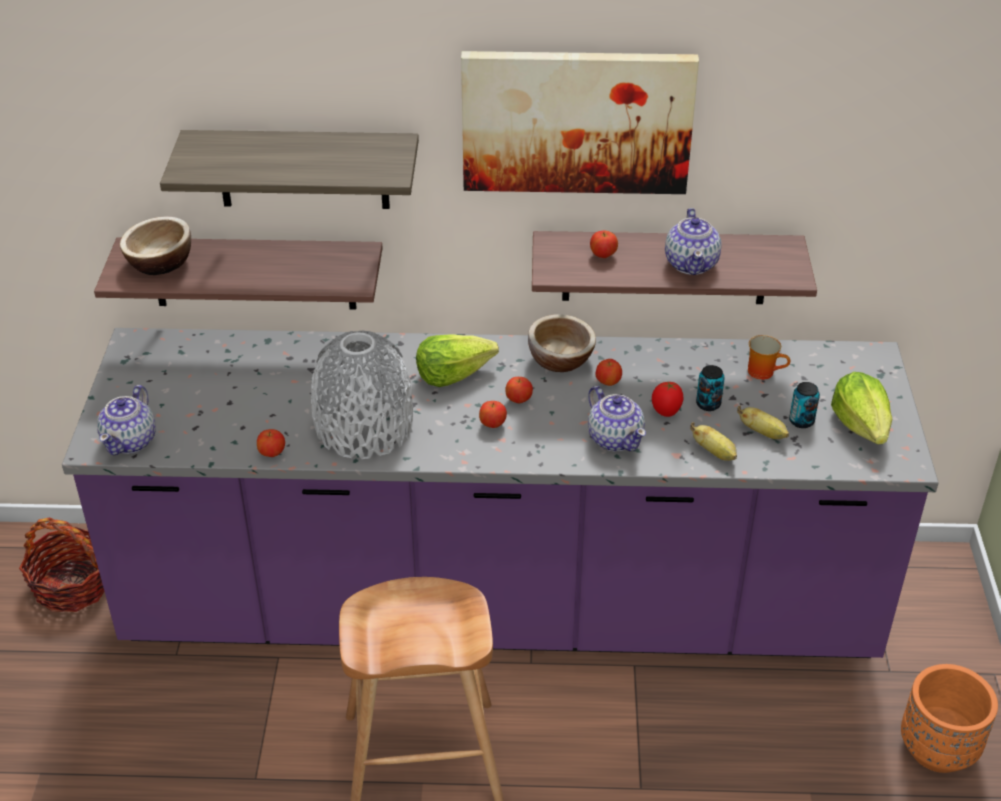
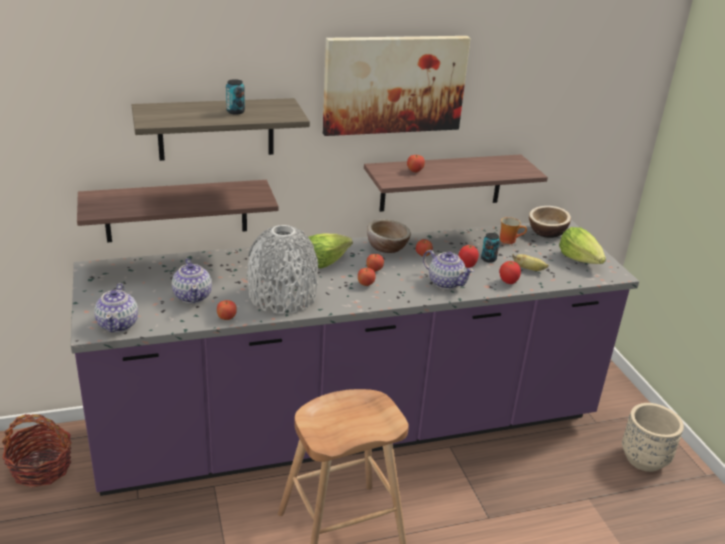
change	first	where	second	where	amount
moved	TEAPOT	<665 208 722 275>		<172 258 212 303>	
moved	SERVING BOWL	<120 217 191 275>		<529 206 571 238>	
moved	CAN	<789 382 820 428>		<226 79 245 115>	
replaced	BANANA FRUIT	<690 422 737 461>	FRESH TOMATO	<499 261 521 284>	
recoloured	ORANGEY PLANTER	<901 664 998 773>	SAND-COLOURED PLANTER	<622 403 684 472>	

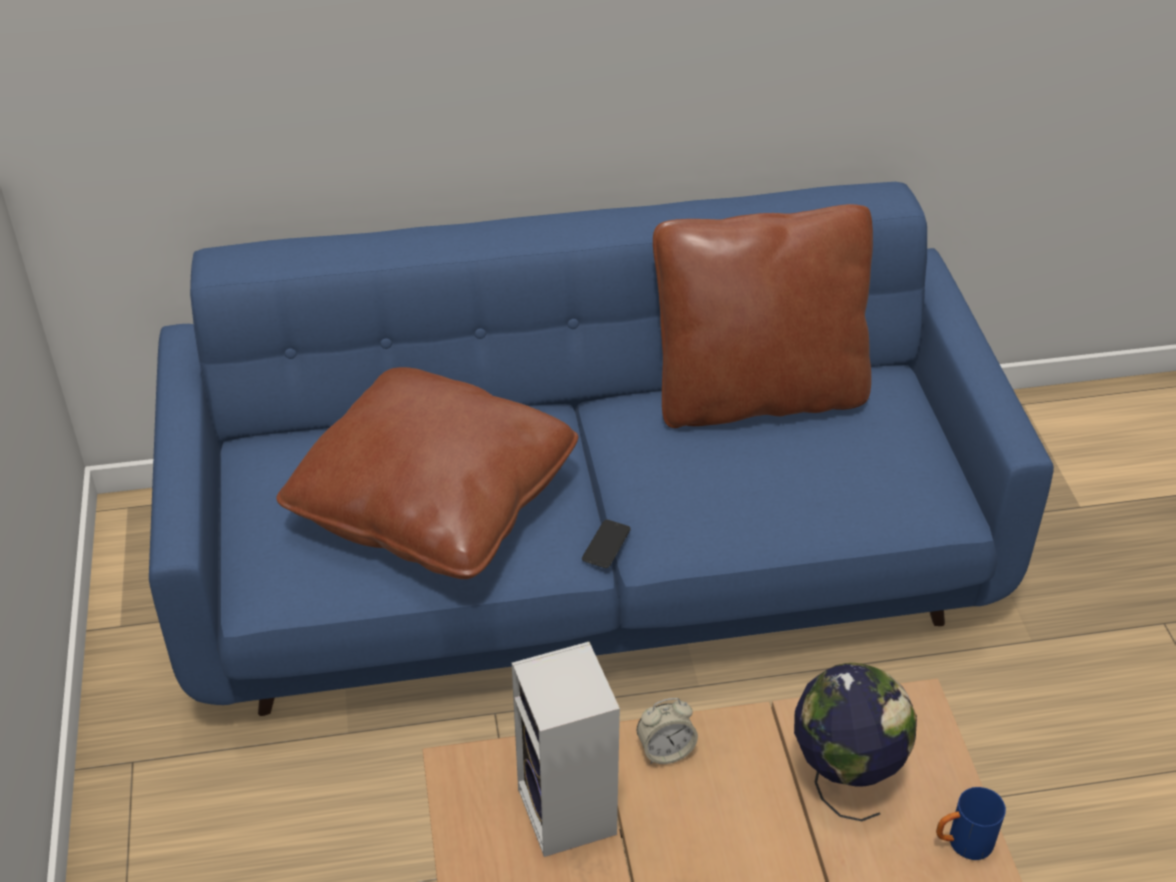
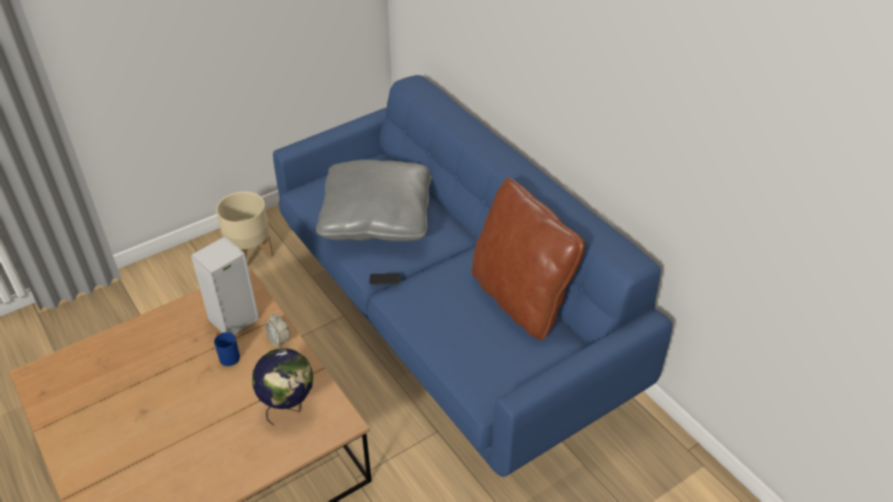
change	first	where	second	where	amount
recoloured	BROWN THROW PILLOW	<276 367 578 579>	GRAY THROW PILLOW	<316 160 432 241>	
moved	BLUISH MUG	<936 787 1006 860>		<214 332 240 366>	
added			SAND-COLOURED PLANTER	<216 192 273 261>	

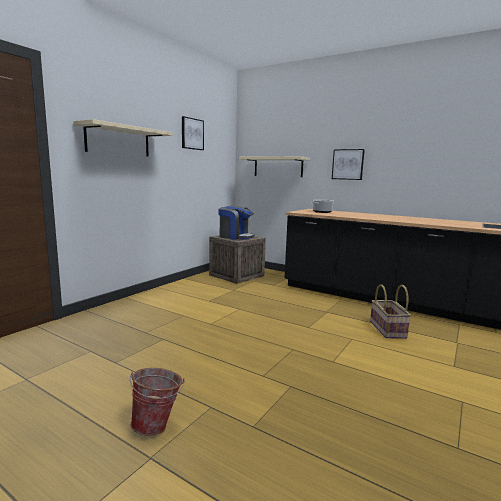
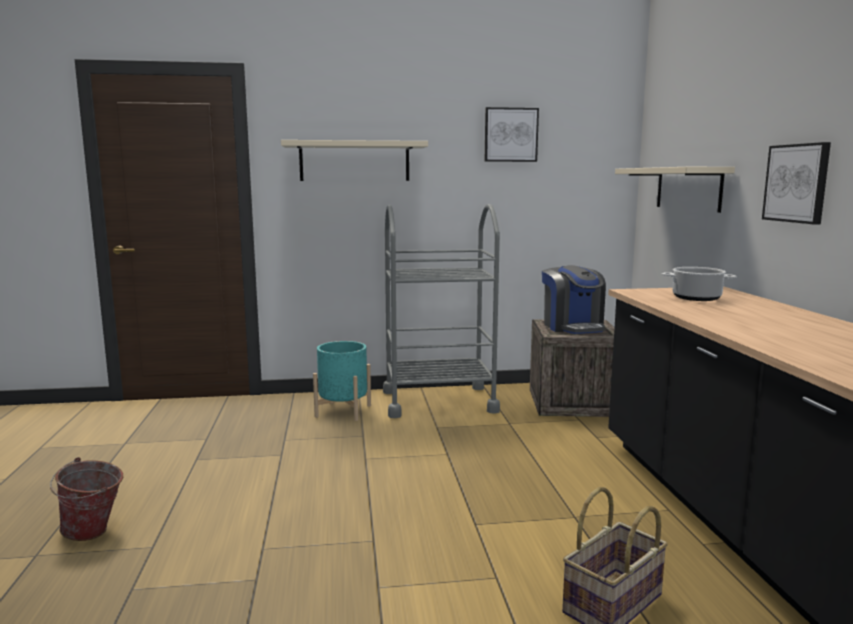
change	first	where	second	where	amount
added			GRAY CART	<383 204 500 418>	
added			BLUE-GREEN PLANTER	<313 341 371 421>	

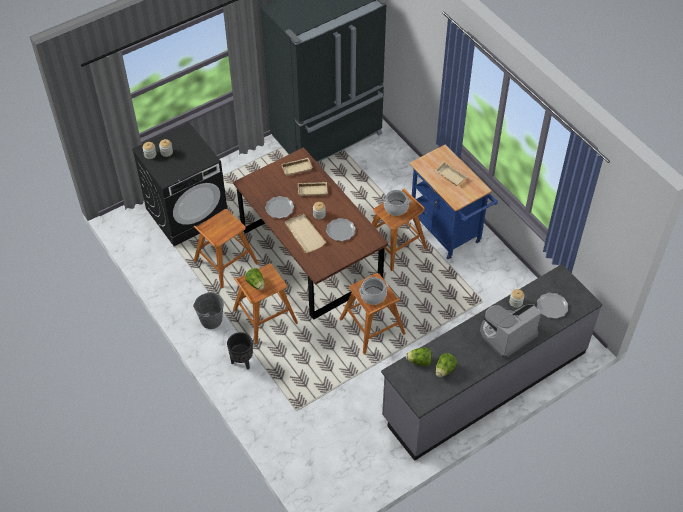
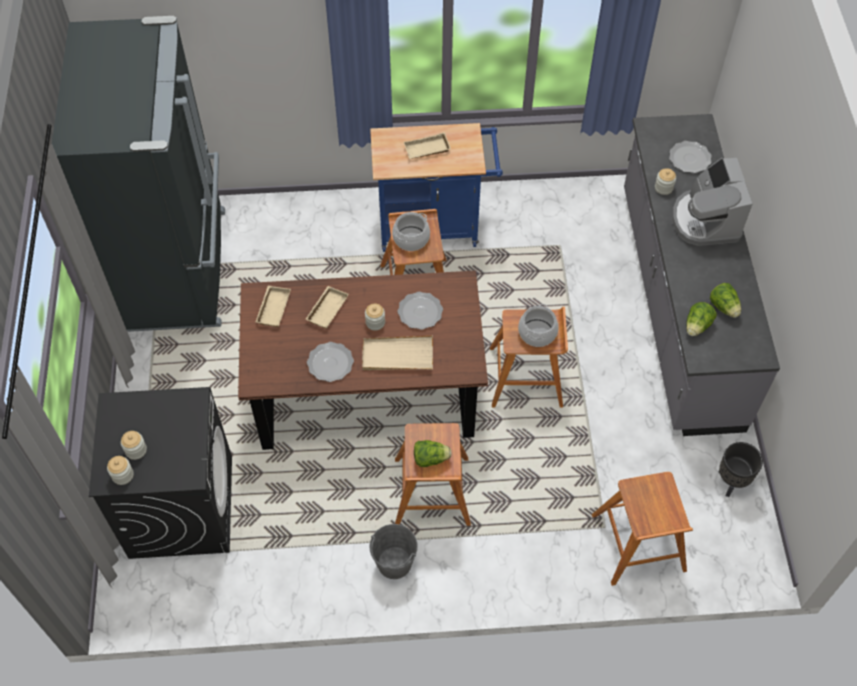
change	first	where	second	where	amount
moved	BROWN STOOL SEAT	<194 209 259 288>		<592 472 693 586>	
moved	BLACKISH PLANTER	<227 332 253 370>		<719 442 763 497>	

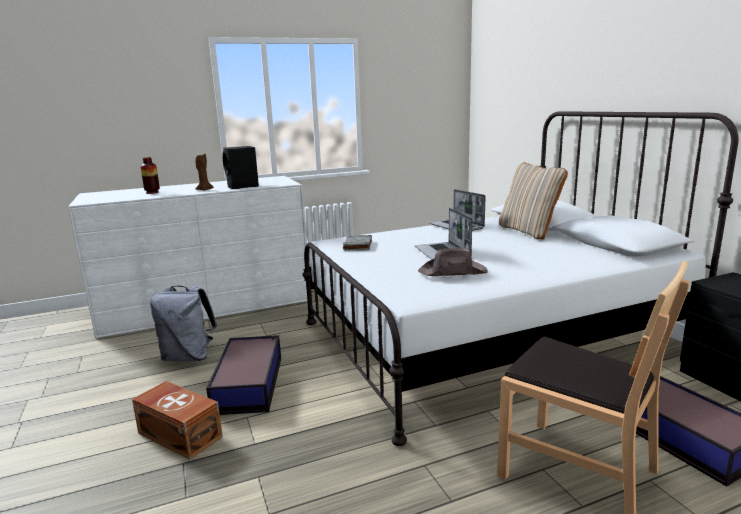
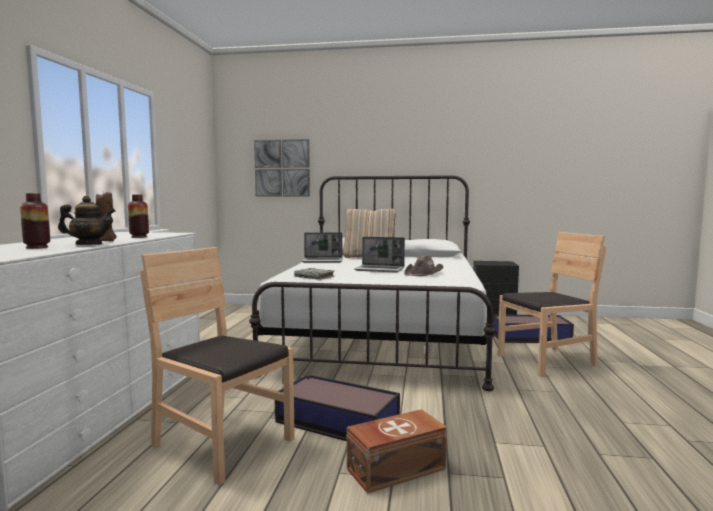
change	first	where	second	where	amount
replaced	BLACKISH SPEAKER	<222 146 259 189>	FLOWER VASE	<128 194 149 238>	
replaced	GRAY KNAPSACK	<150 286 217 362>	BROWN UPRIGHT CHAIR	<140 247 295 486>	
added			WALL ART	<254 139 310 197>	
added			TEAPOT	<58 196 116 245>	

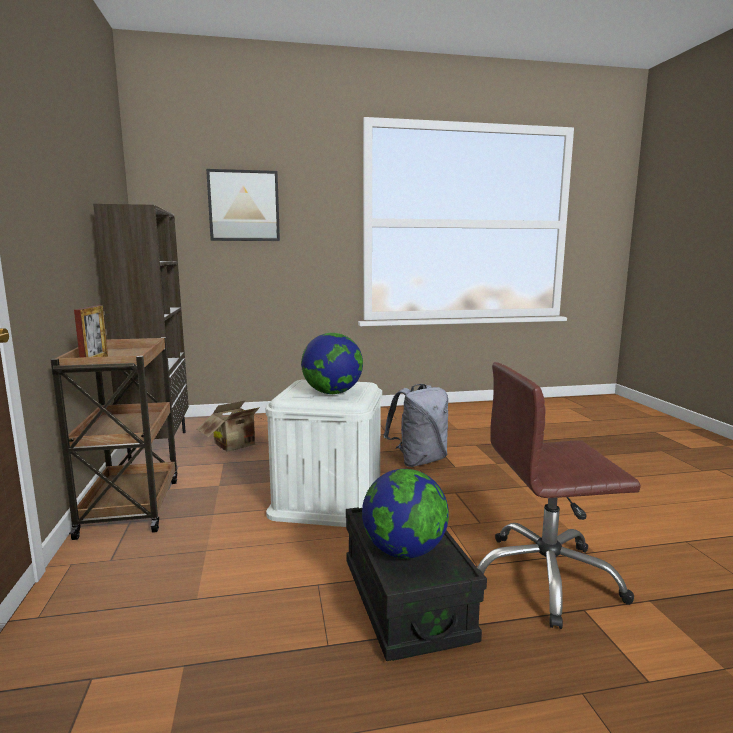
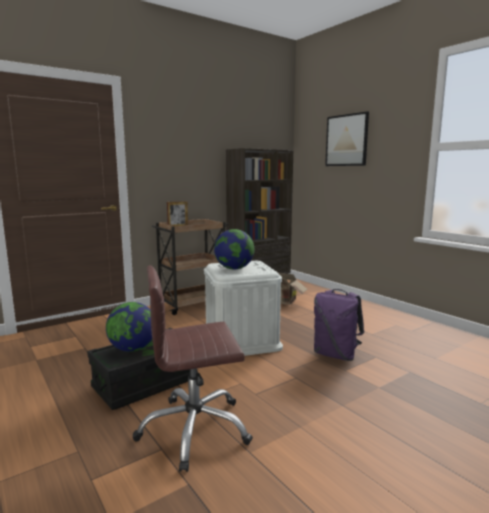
change	first	where	second	where	amount
turned	BROWN COMPUTER CHAIR	<477 362 641 629>		<133 265 253 472>	75 degrees counterclockwise
recoloured	GRAY KNAPSACK	<383 384 448 467>	PURPLE-COLOURED KNAPSACK	<314 289 364 361>	

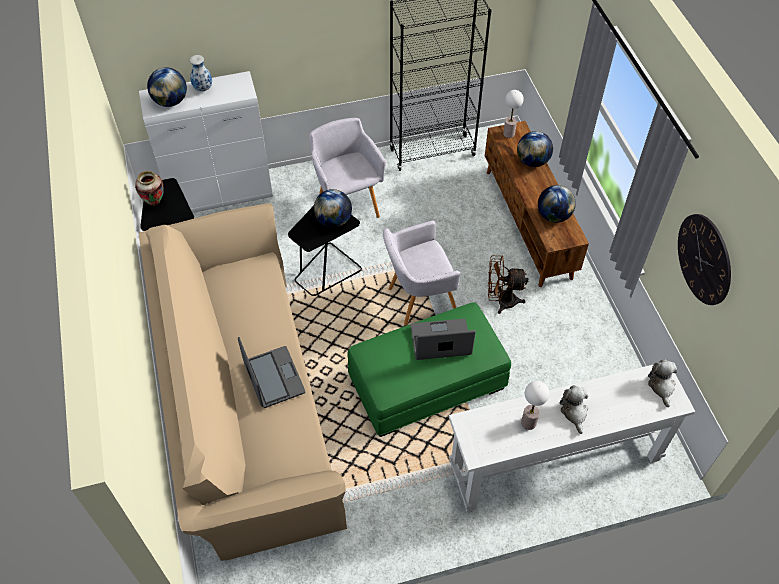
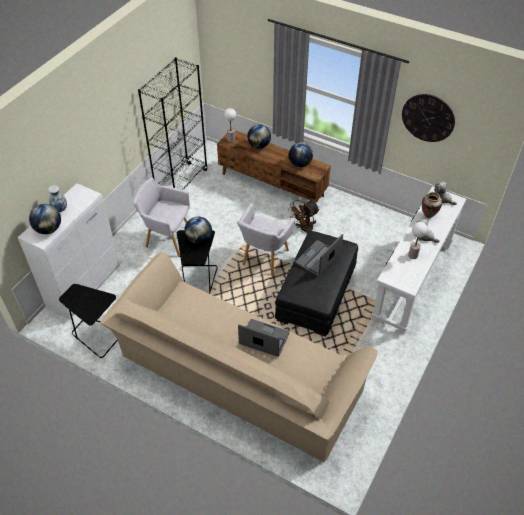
change	first	where	second	where	amount
moved	FLOWER VASE	<135 171 164 206>		<422 192 442 218>	
recoloured	GREEN-COLOURED POUFFE	<347 302 511 437>	BLACKISH POUFFE	<275 231 358 337>	

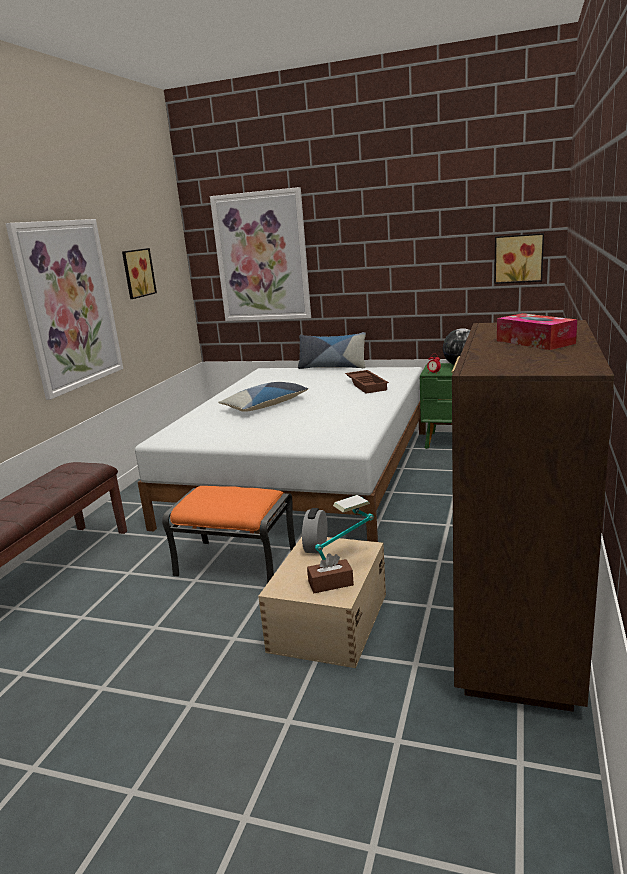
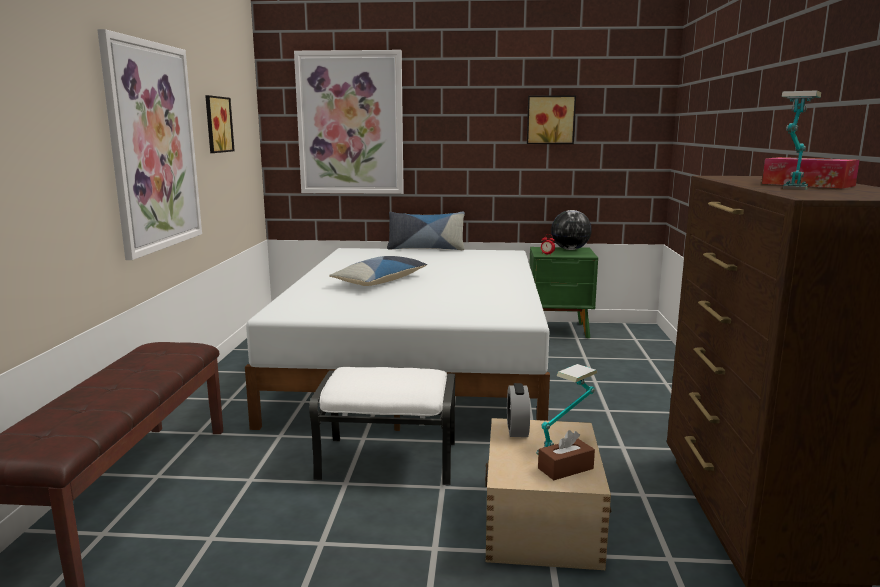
change	first	where	second	where	amount
moved	WALL ART	<494 233 544 284>		<527 95 576 144>	
removed	BROWN CARRYING TRAY	<345 370 389 394>			
recoloured	ORANGEY POUFFE	<162 486 296 583>	WHITISH POUFFE	<309 367 455 485>	
added			TABLE LAMP	<781 90 821 190>	

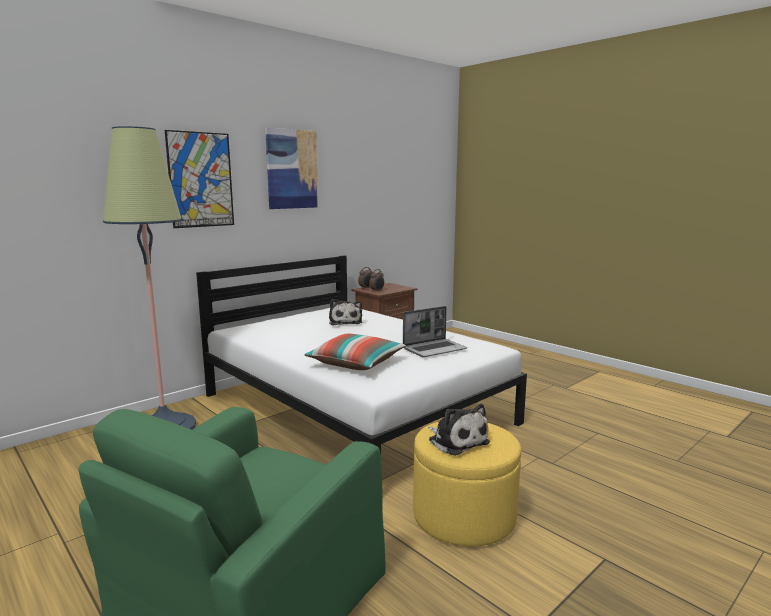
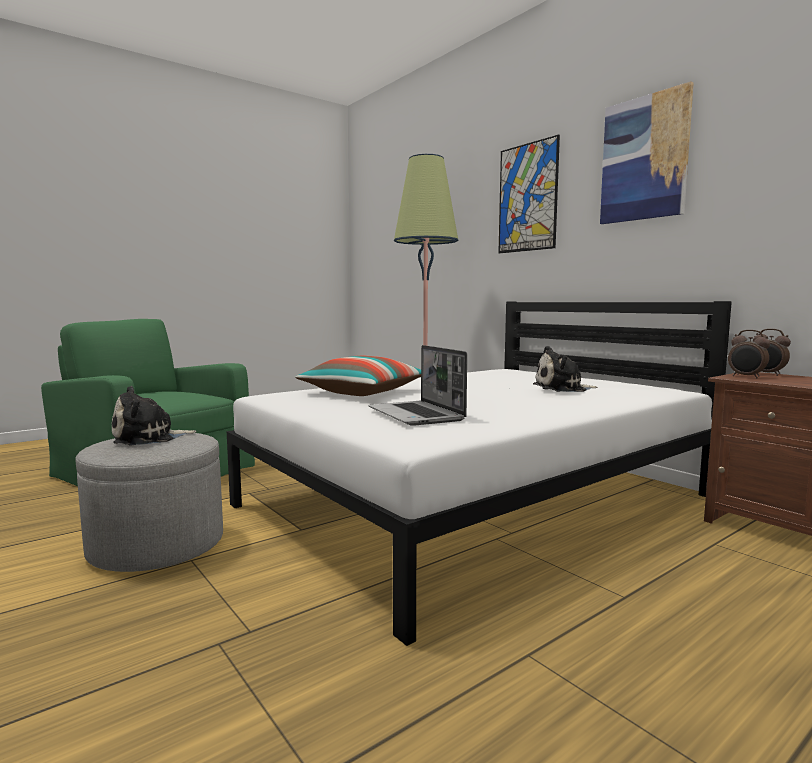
change	first	where	second	where	amount
recoloured	YELLOWISH POUFFE	<413 422 521 547>	GRAY POUFFE	<75 433 223 572>	

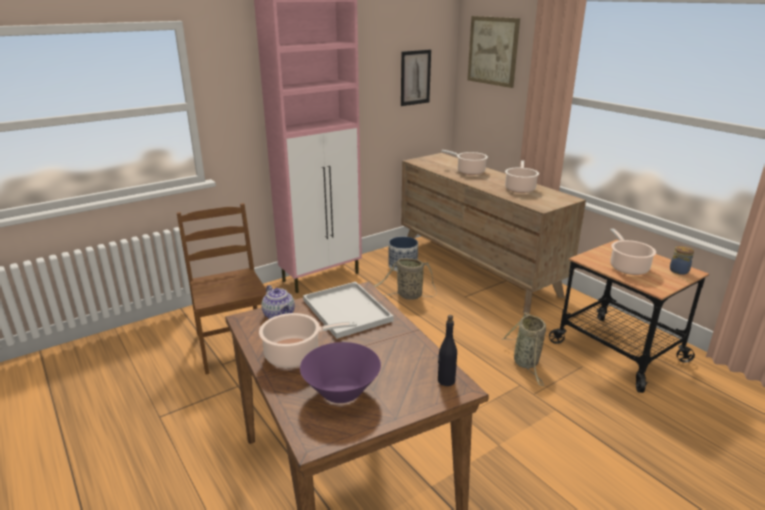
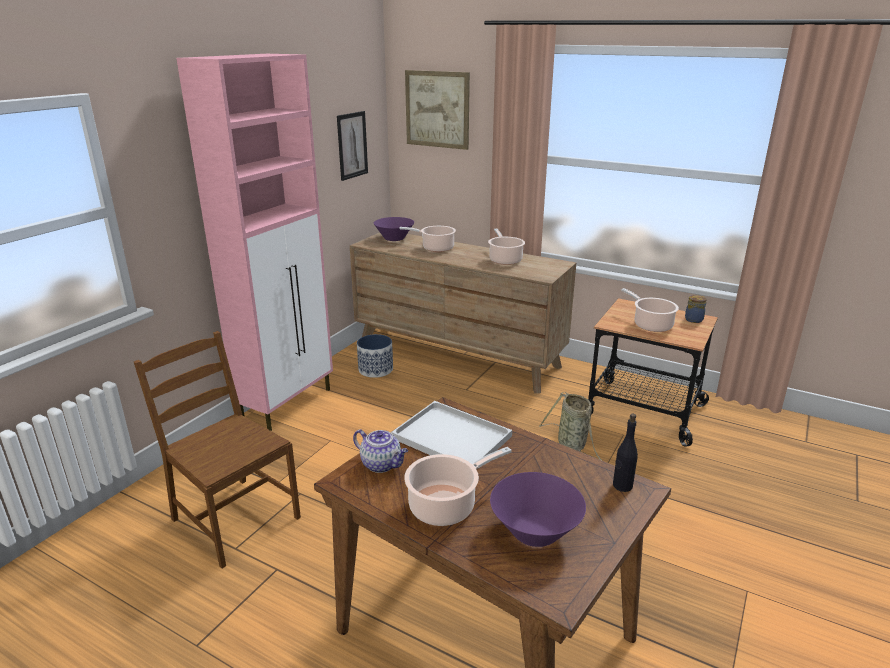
change	first	where	second	where	amount
removed	BASKET	<374 258 437 300>			
added			PURPLE-COLOURED SERVING BOWL	<374 217 414 241>	

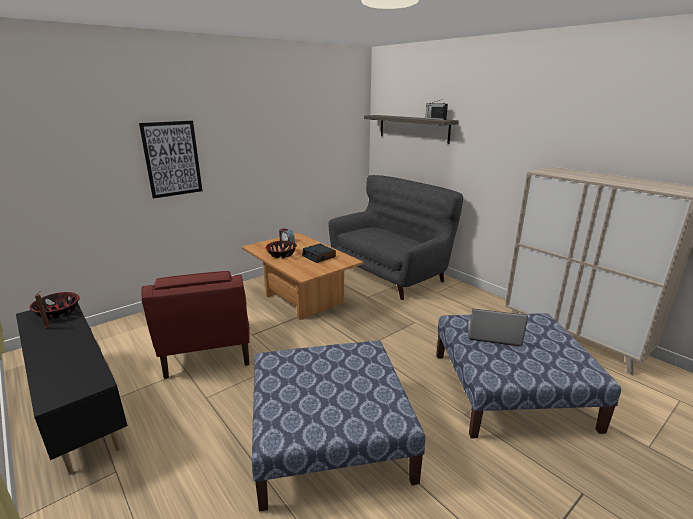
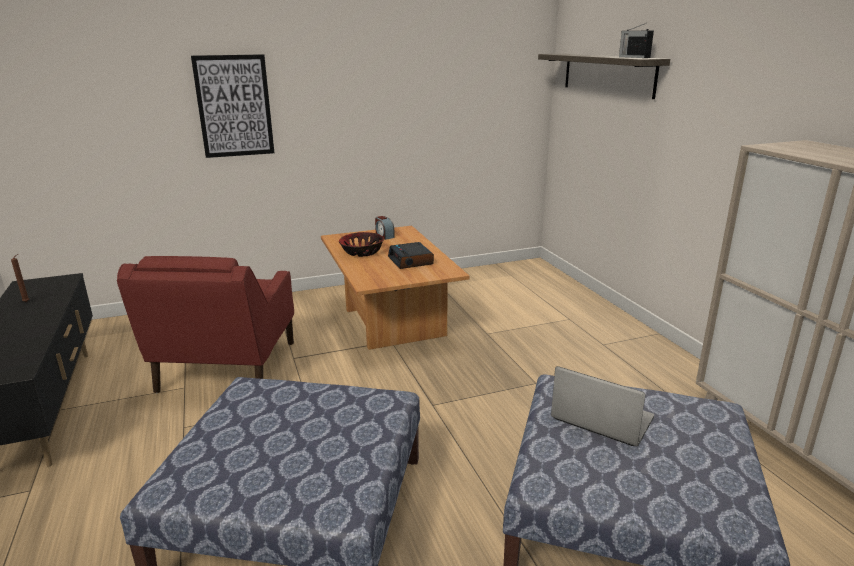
change	first	where	second	where	amount
removed	GRAY SOFA	<328 175 463 300>			
removed	SERVING BOWL	<30 292 80 319>			

